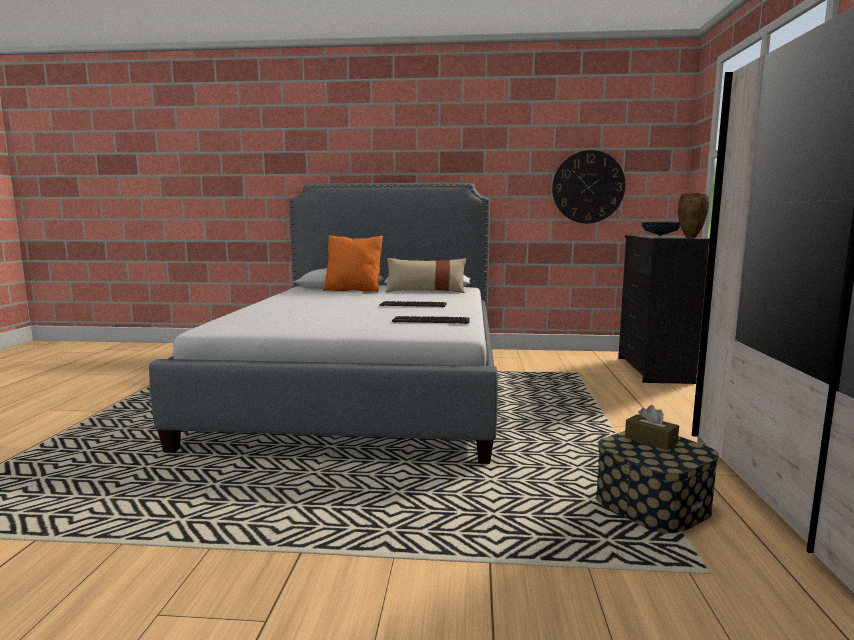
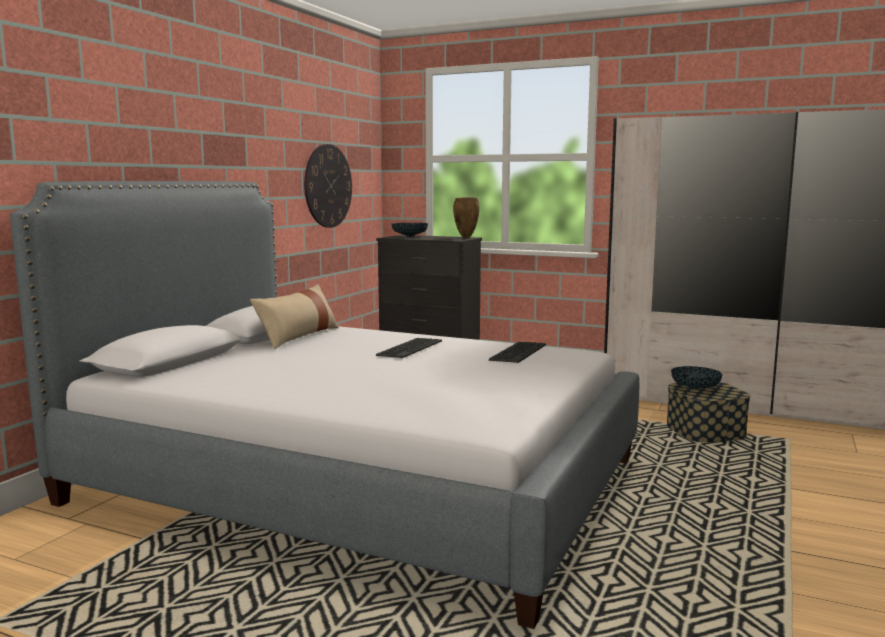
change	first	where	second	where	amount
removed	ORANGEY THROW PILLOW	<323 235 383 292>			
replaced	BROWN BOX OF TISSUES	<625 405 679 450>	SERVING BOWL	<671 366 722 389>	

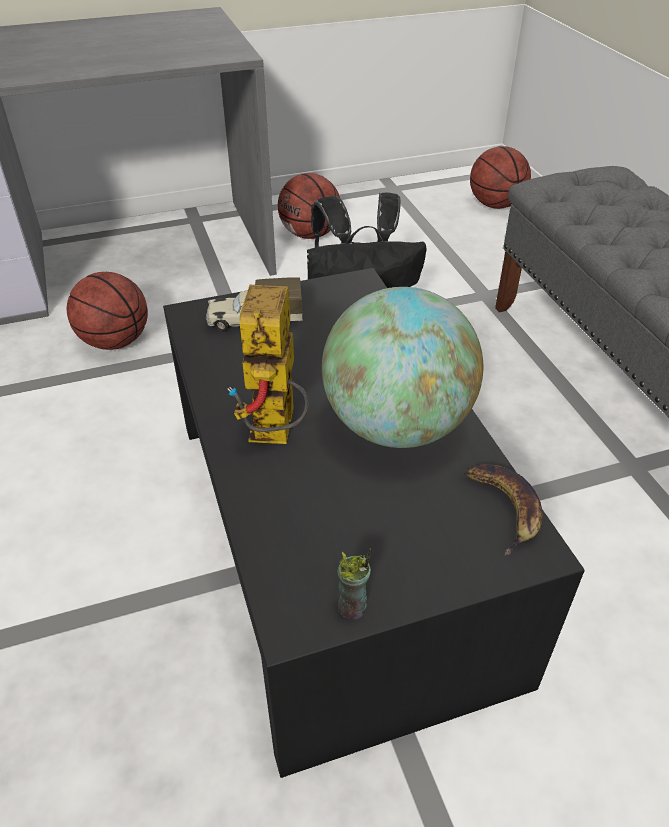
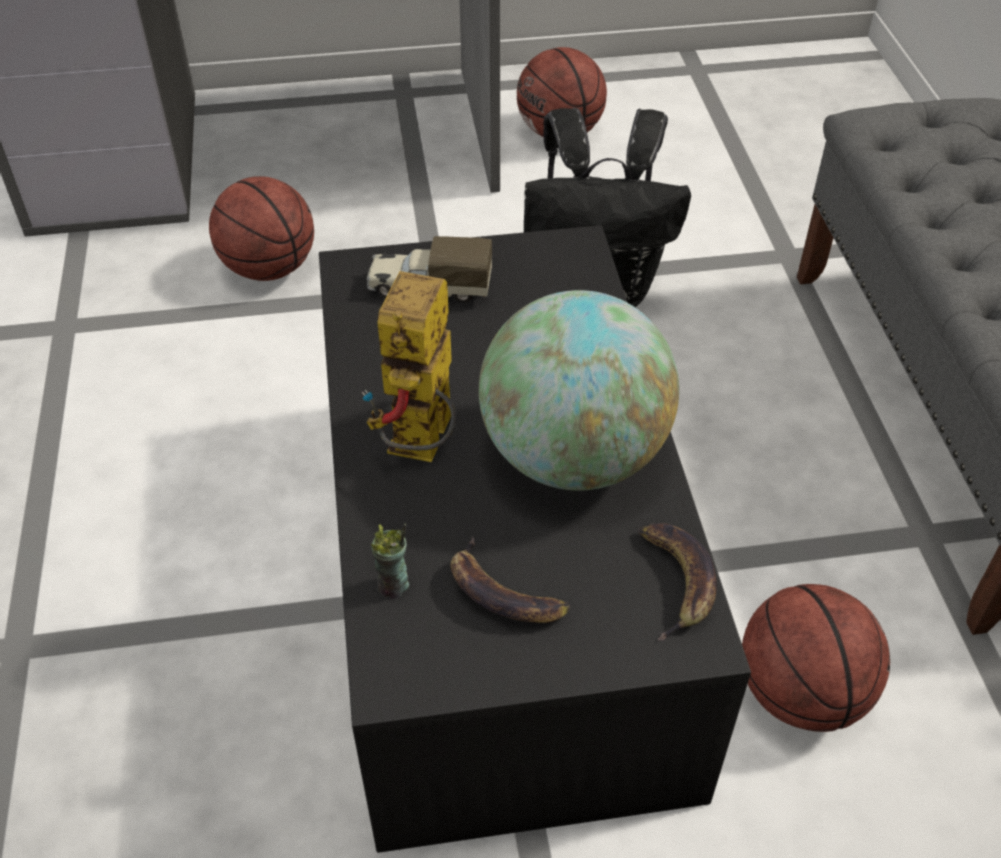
change	first	where	second	where	amount
moved	BASKETBALL	<470 146 531 209>		<742 584 890 732>	
moved	DRINKING CUP	<337 548 371 619>		<371 524 409 599>	
added			BANANA FRUIT	<450 537 570 623>	

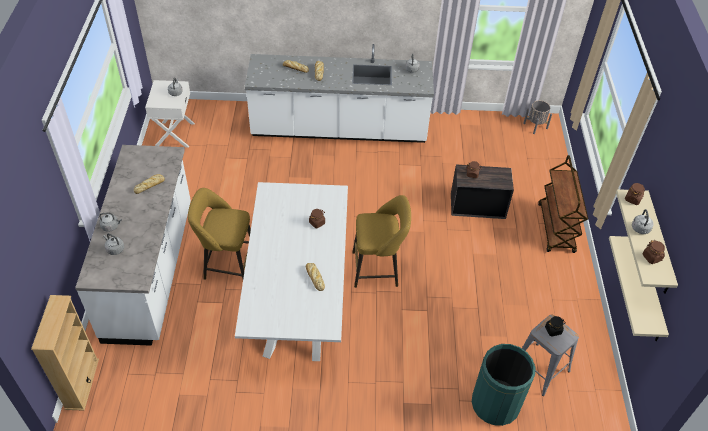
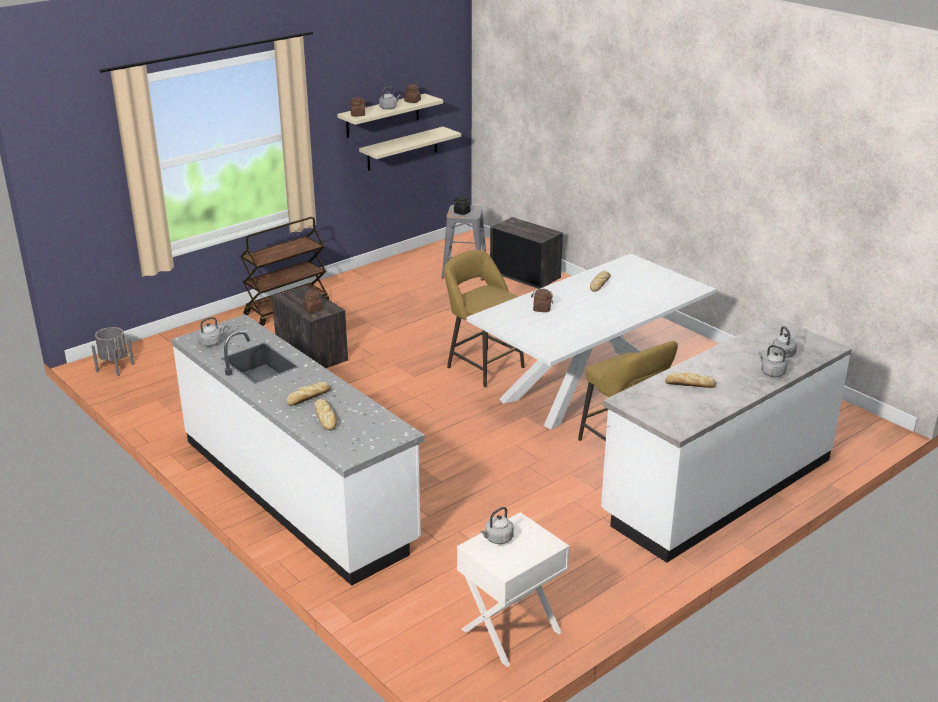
change	first	where	second	where	amount
removed	SAND-COLOURED SHELVING UNIT	<31 295 99 411>			
replaced	GREEN-COLOURED TRASH CAN	<472 344 535 426>	CRATE	<490 217 563 289>	

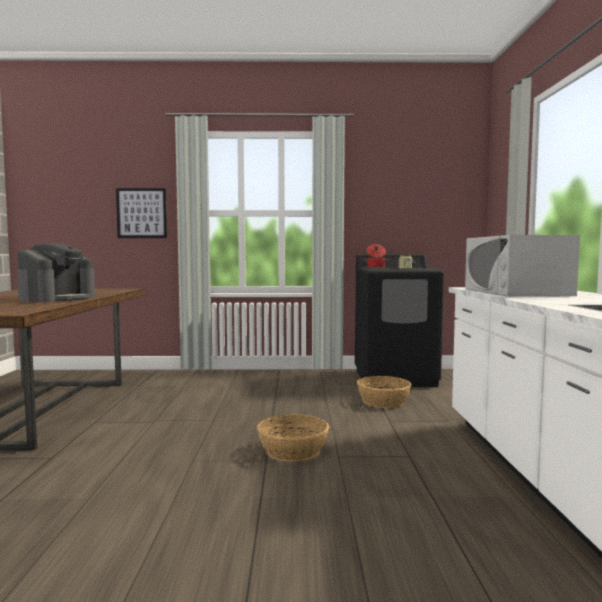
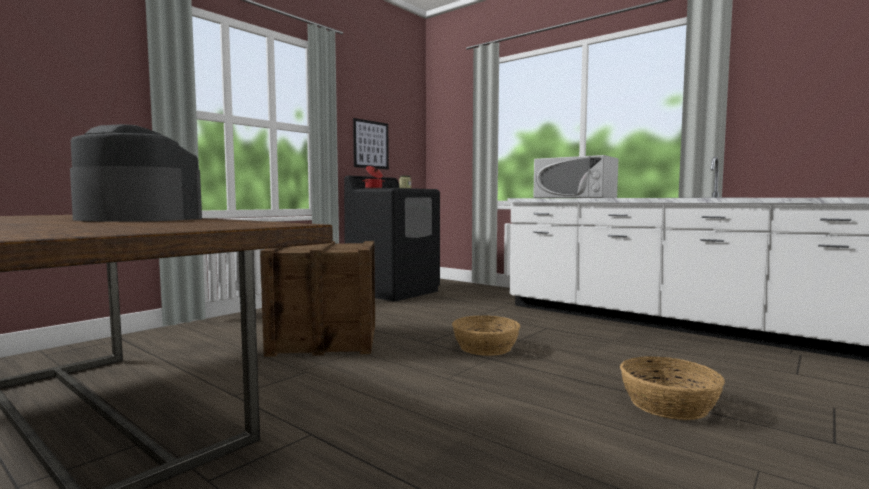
change	first	where	second	where	amount
moved	WALL ART	<116 188 167 238>		<353 118 389 169>	
turned	COFFEE MACHINE	<17 243 95 302>		<70 124 202 222>	45 degrees counterclockwise
moved	BASKET	<357 376 411 408>		<620 356 725 420>	
added			CRATE	<260 241 375 357>	

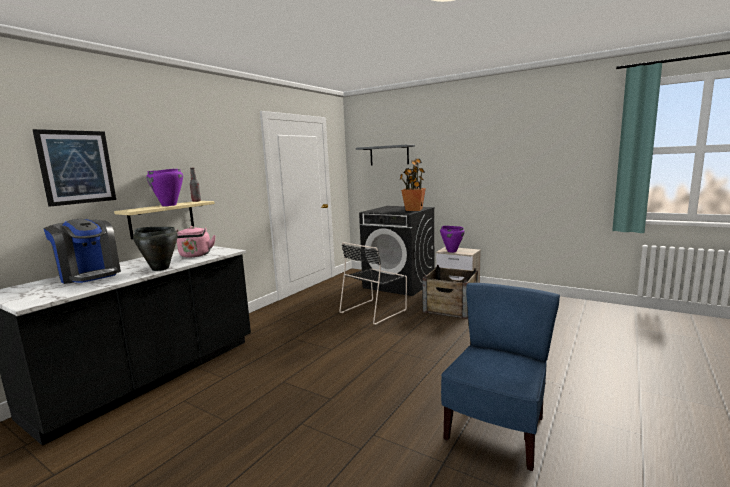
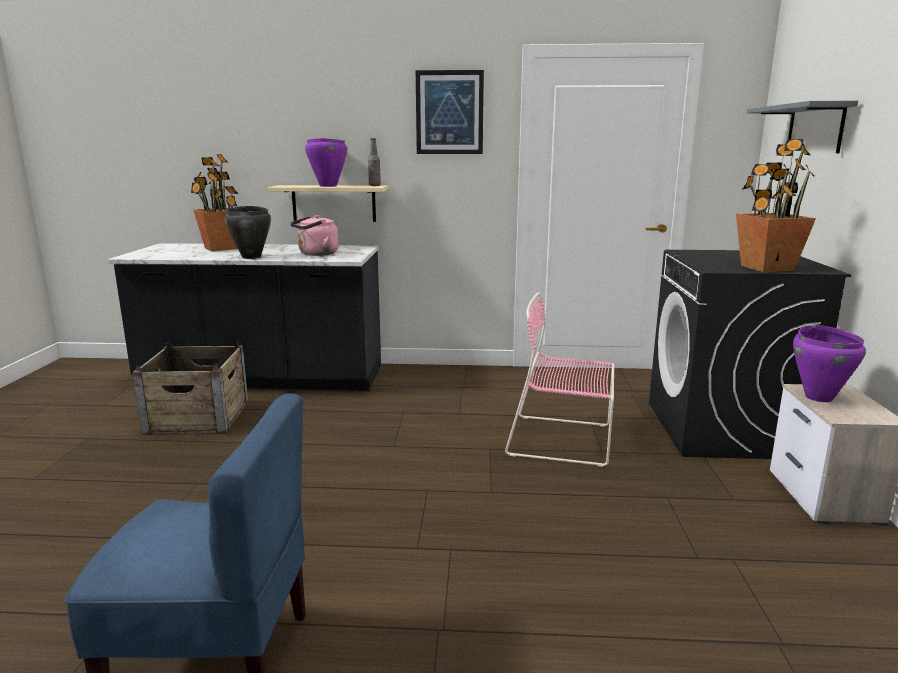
change	first	where	second	where	amount
moved	WALL ART	<33 129 116 207>		<416 70 484 154>	
replaced	COFFEE MACHINE	<43 219 121 284>	POTTED PLANT	<191 154 238 251>	
recoloured	BLACKISH UPRIGHT CHAIR	<339 242 407 325>	PINKISH UPRIGHT CHAIR	<505 292 614 467>	
moved	CRATE	<422 265 478 319>		<132 341 248 435>	

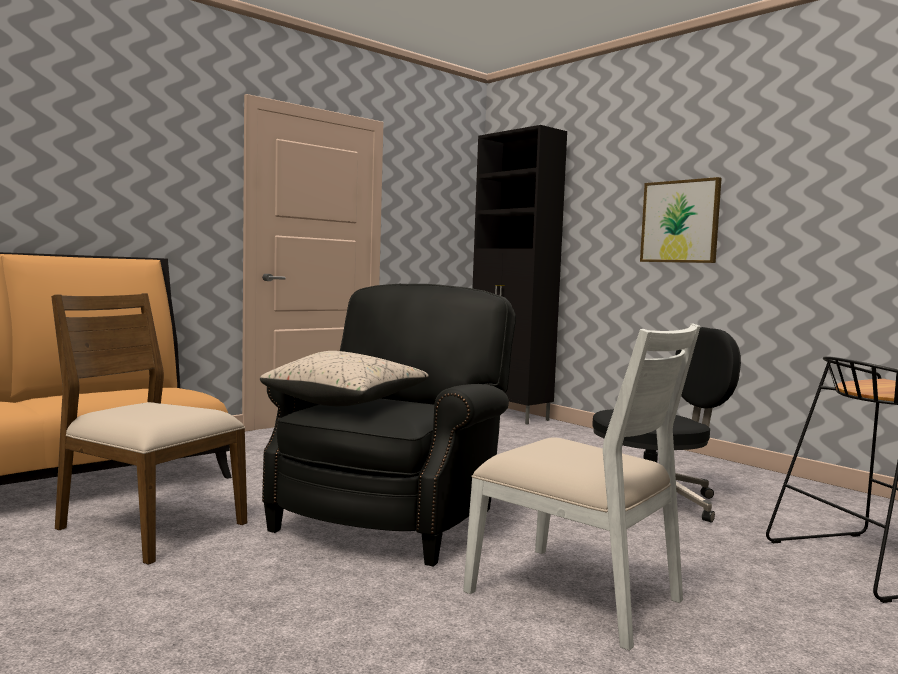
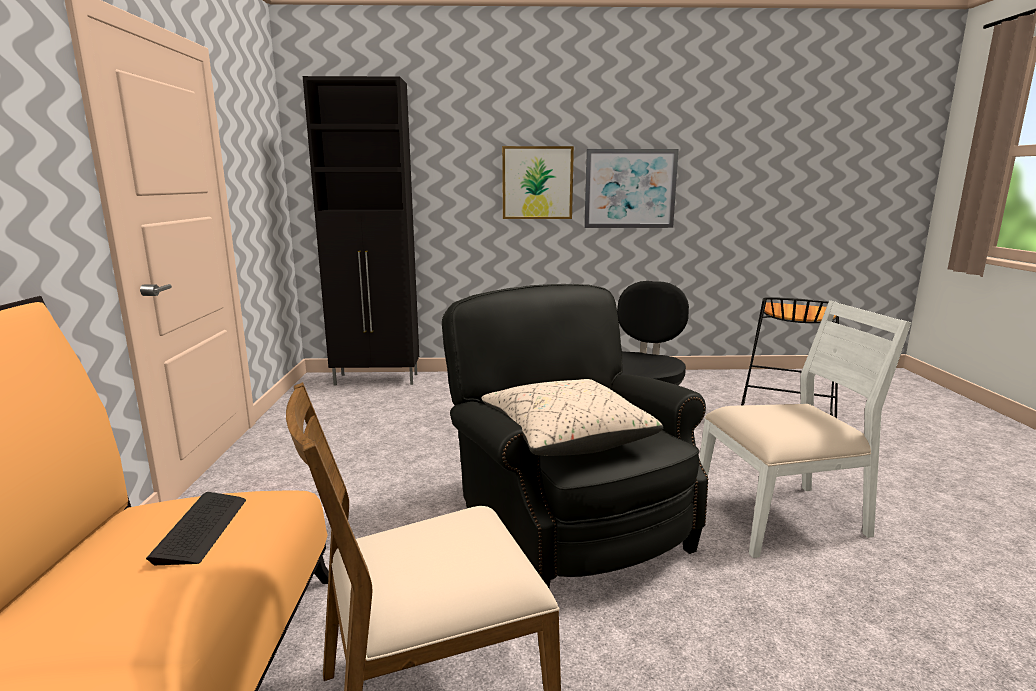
change	first	where	second	where	amount
added			WALL ART	<584 149 679 228>	
added			COMPUTER KEYBOARD	<146 492 246 565>	

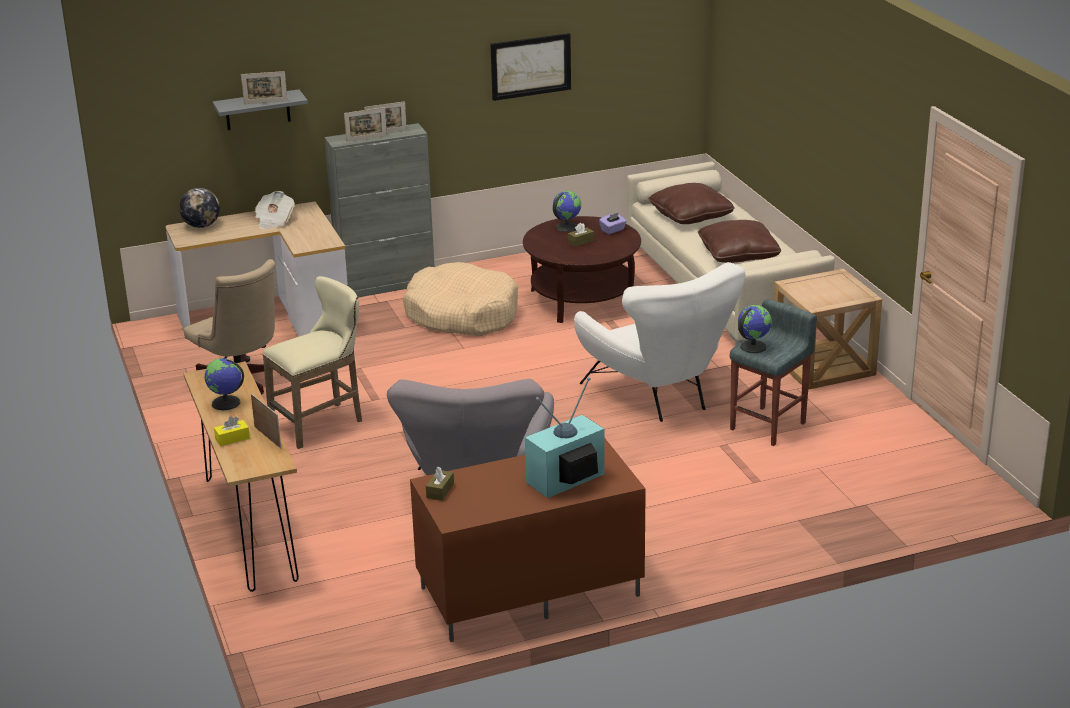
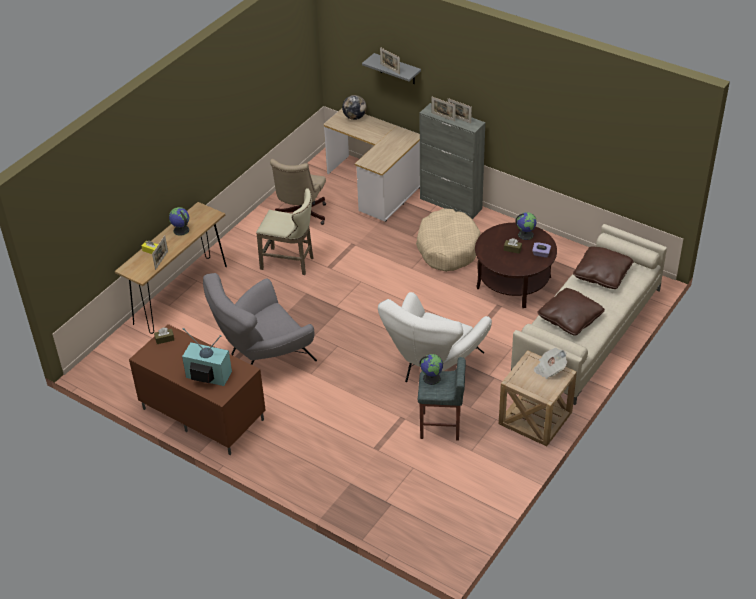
change	first	where	second	where	amount
removed	WALL ART	<490 33 571 101>			
moved	PRINTED PAPER	<255 191 295 229>		<533 348 567 379>	

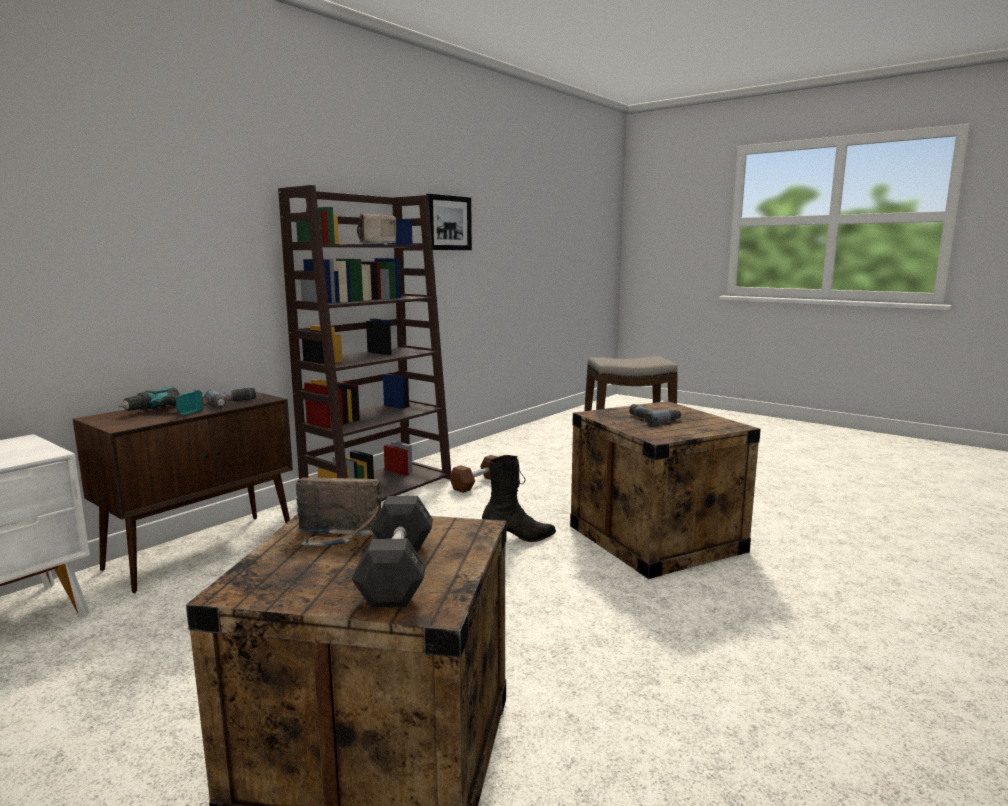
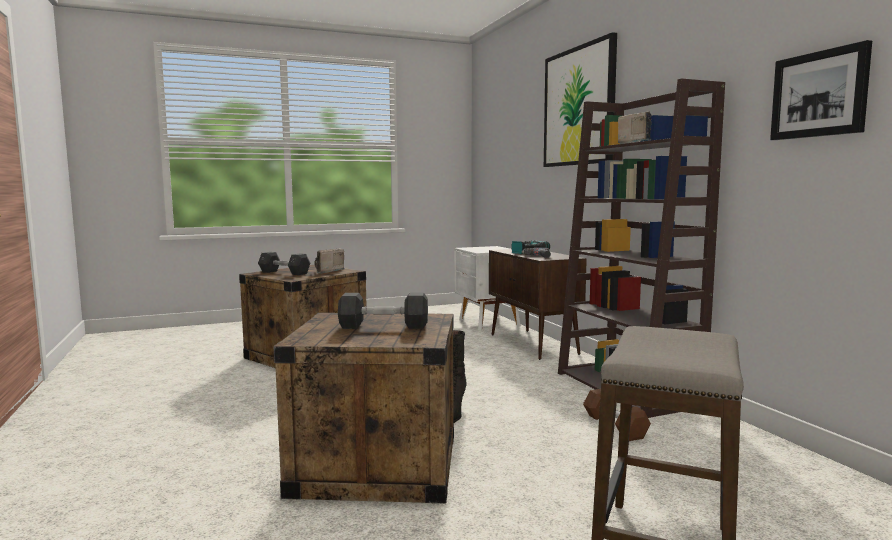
change	first	where	second	where	amount
replaced	DRILL	<629 404 681 424>	GRAY HAND WEIGHT	<338 292 428 329>	
added			WALL ART	<544 32 617 167>	

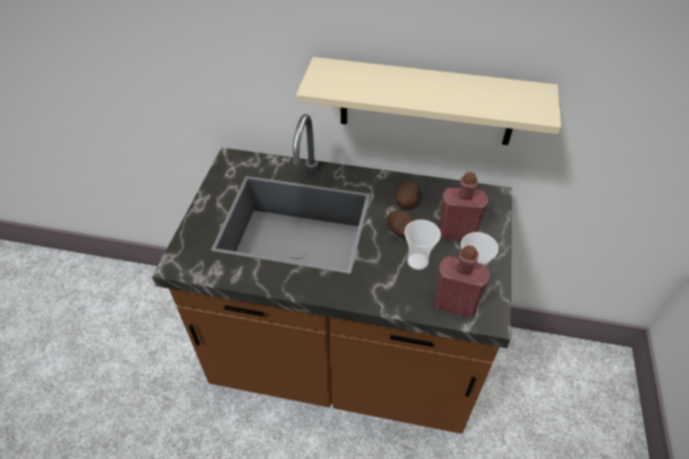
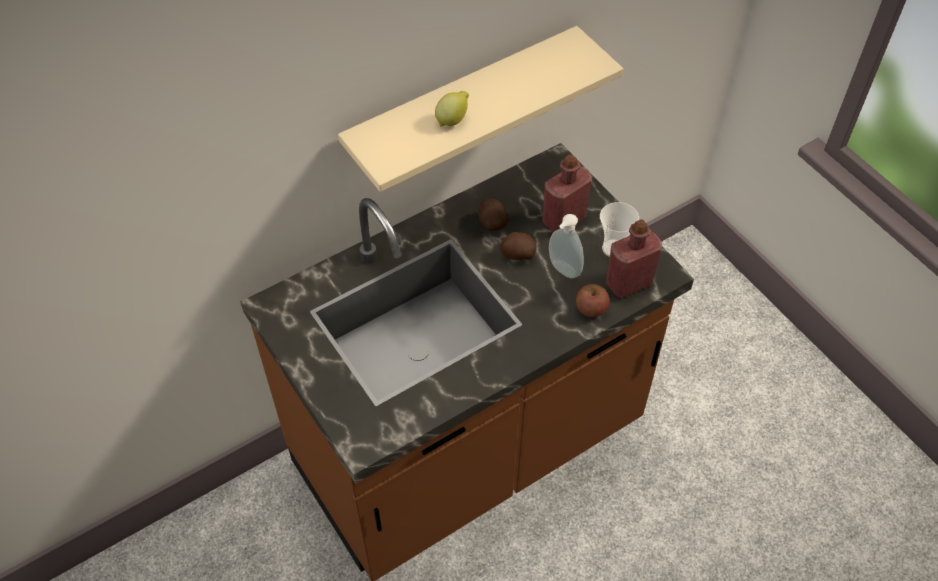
change	first	where	second	where	amount
replaced	DRINKING CUP	<404 219 441 270>	LIQUID SOAP BOTTLE	<549 214 584 278>	
added			WHOLE LEMON	<435 91 469 127>	
added			APPLE	<576 284 609 317>	

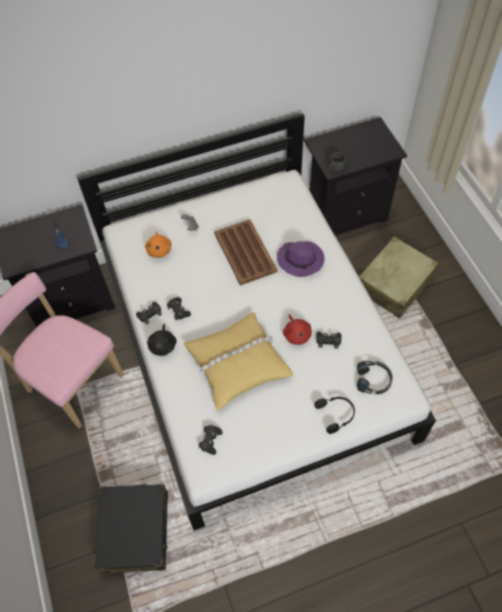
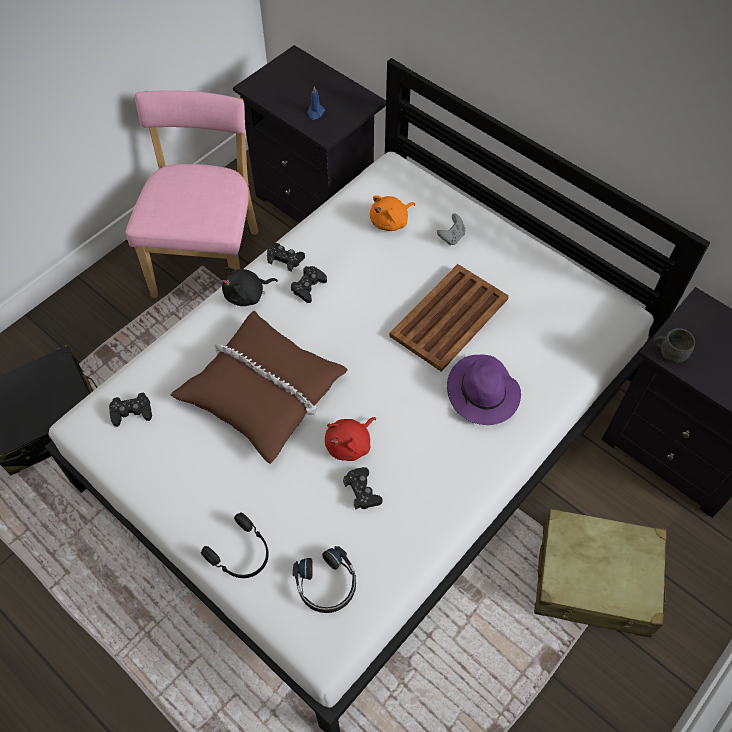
change	first	where	second	where	amount
recoloured	YELLOWISH THROW PILLOW	<184 313 293 411>	BROWN THROW PILLOW	<171 311 348 464>	

